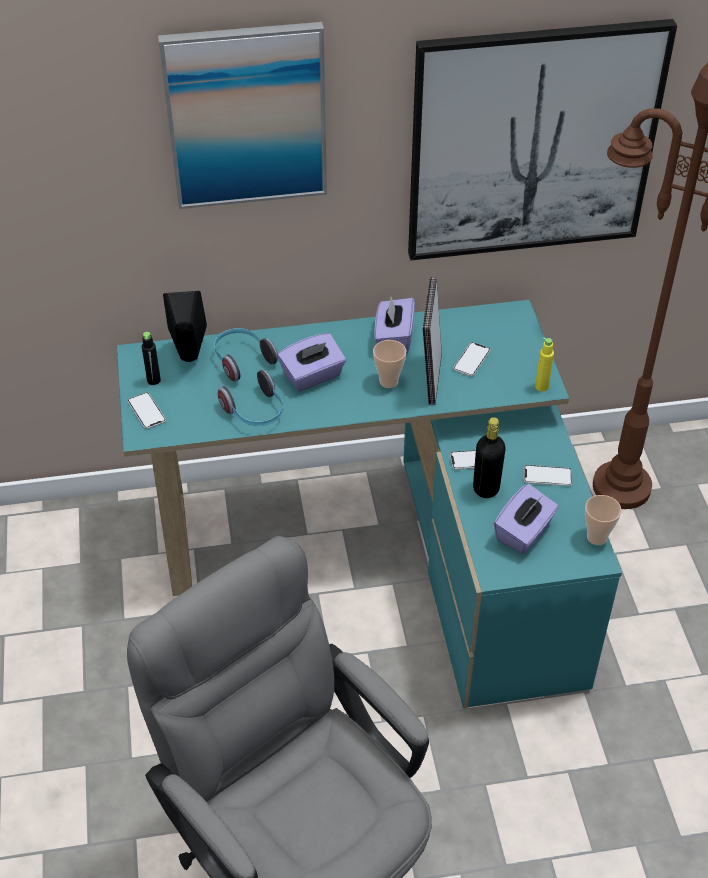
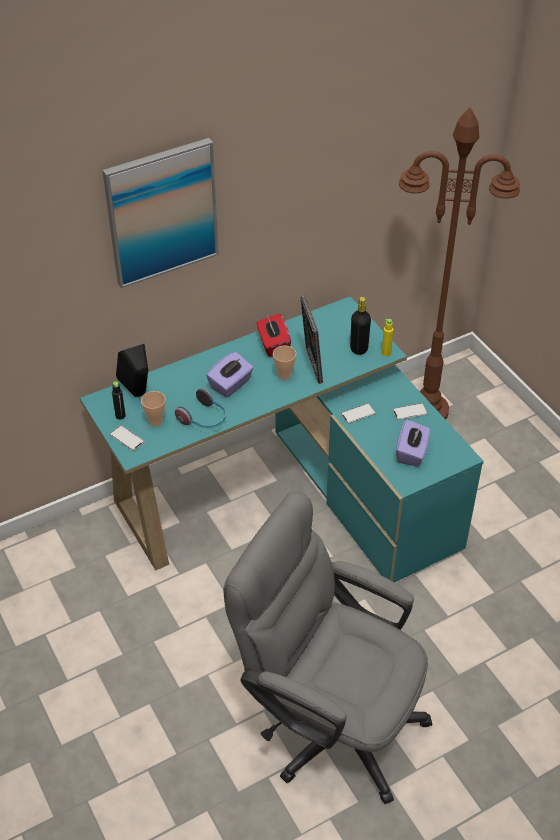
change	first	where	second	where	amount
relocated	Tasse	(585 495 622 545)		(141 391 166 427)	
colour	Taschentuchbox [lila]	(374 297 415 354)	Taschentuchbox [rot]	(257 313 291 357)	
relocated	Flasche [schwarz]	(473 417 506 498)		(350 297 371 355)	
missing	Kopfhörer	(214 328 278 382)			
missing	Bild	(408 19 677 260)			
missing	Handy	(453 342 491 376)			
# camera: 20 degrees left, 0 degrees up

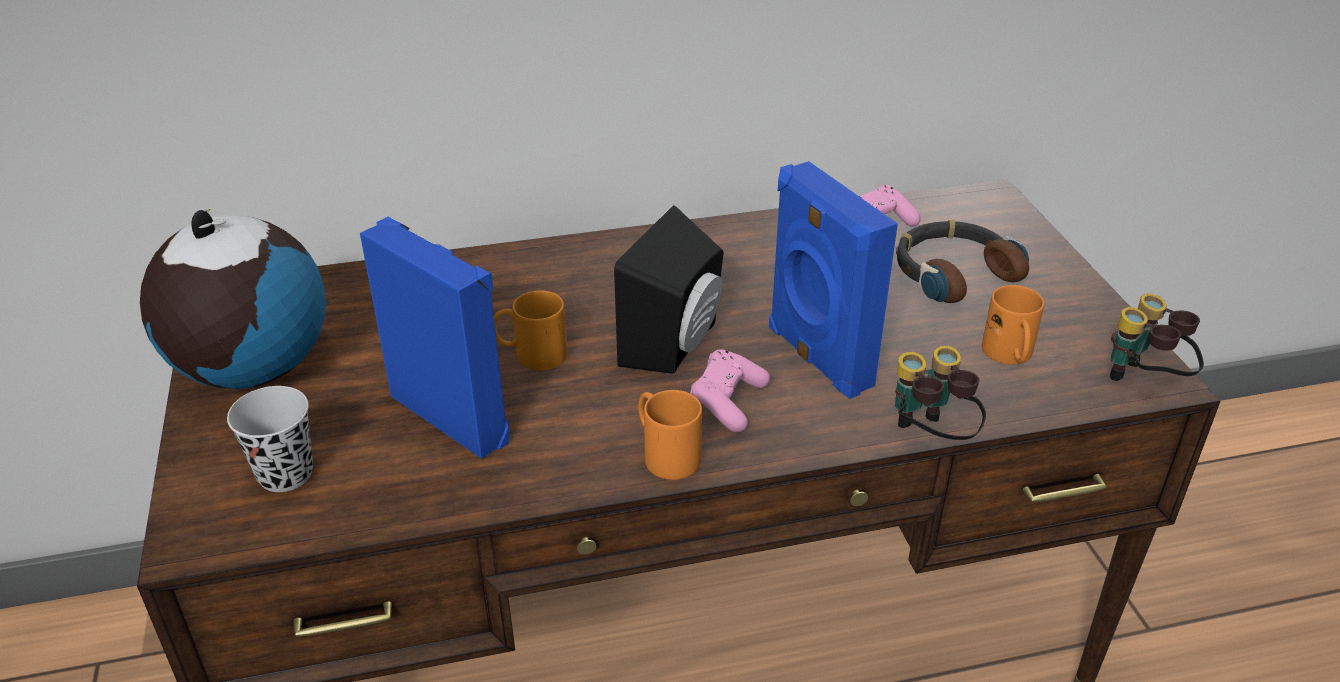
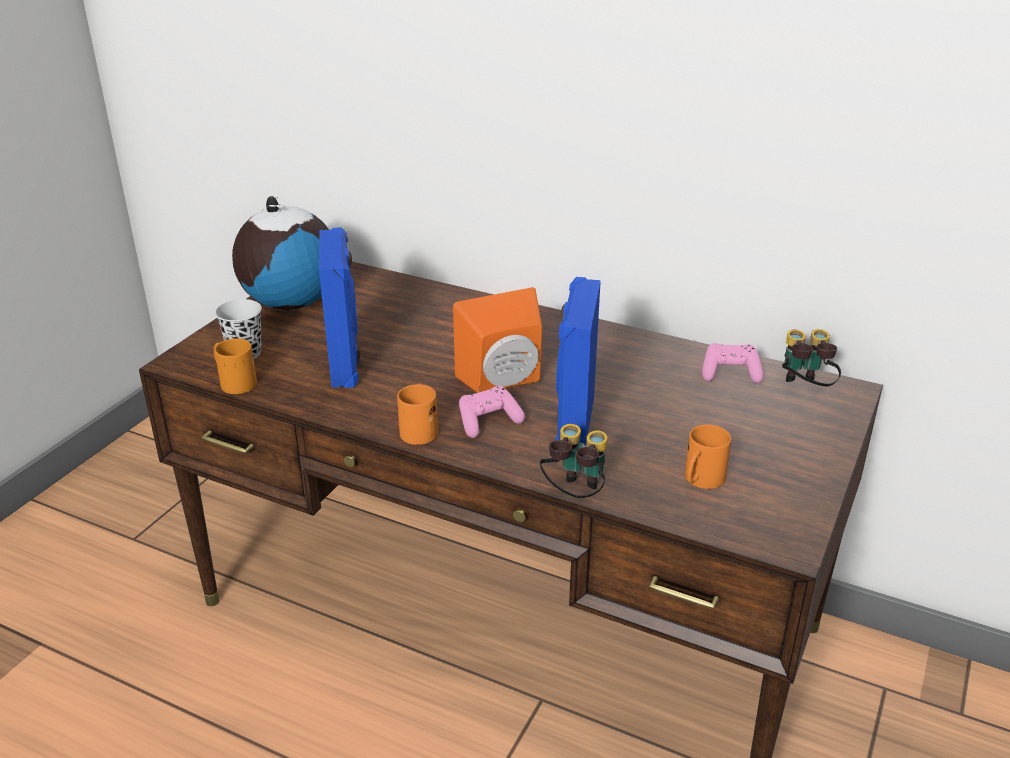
change	first	where	second	where	amount
relocated	Henkelbecher [orange]	(494 290 567 371)		(214 338 257 394)	
colour	Lautsprecher [schwarz]	(614 205 724 374)	Lautsprecher [orange]	(453 287 542 393)	
relocated	Fernglas	(1110 293 1204 381)		(782 329 841 386)	
missing	Kopfhörer	(896 220 1029 303)			
# camera: 40 degrees right, 5 degrees down

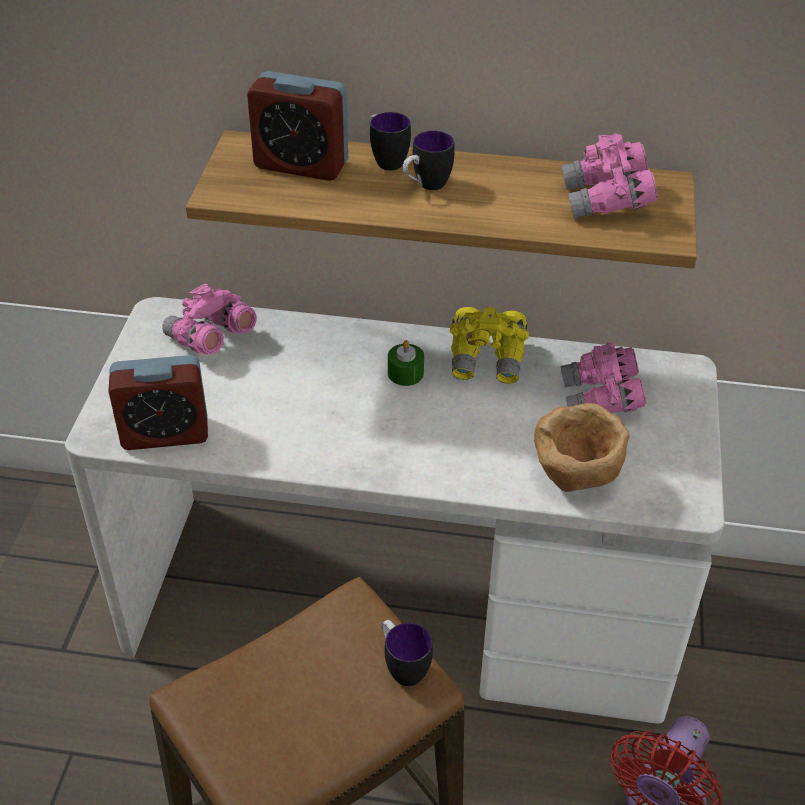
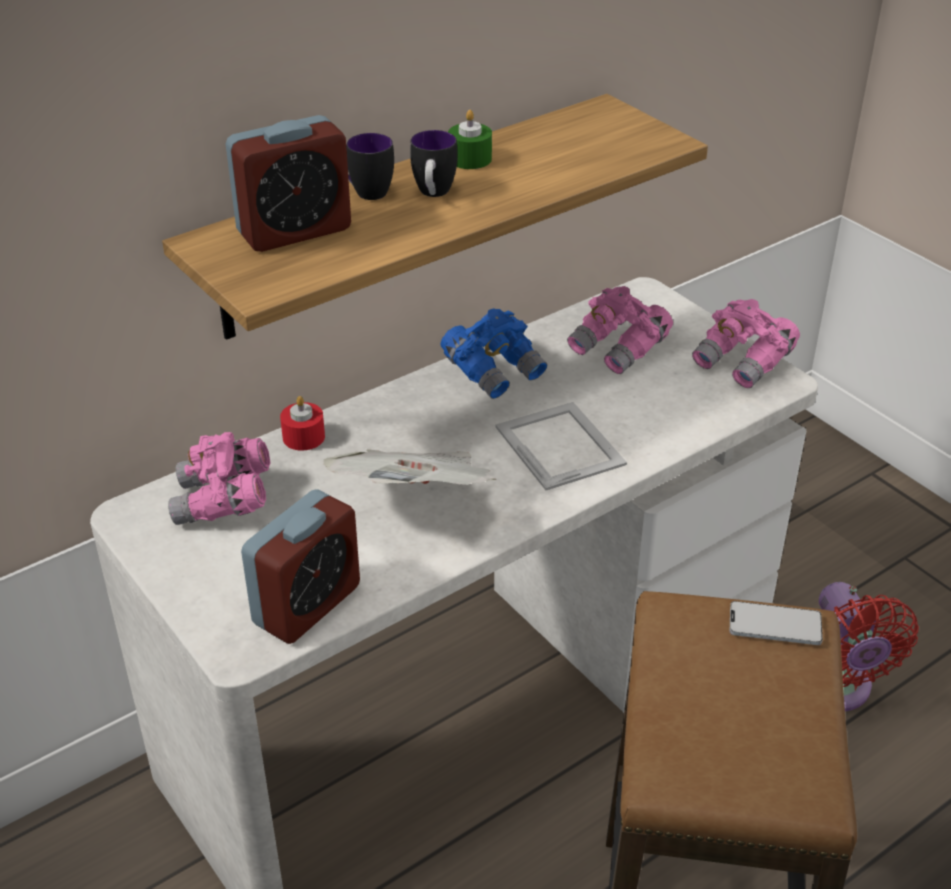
change	first	where	second	where	amount
appeared			Kerze [rot]	(280 396 325 451)	
appeared			Zeitung	(323 449 496 485)	
colour	Fernglas [gelb]	(449 307 529 384)	Fernglas [blau]	(440 308 547 399)	
relocated	Kerze [grün]	(388 340 424 386)		(448 110 492 169)	
appeared			Bilderrahmen	(495 402 627 490)	
relocated	Fernglas [rosa]	(561 133 658 218)		(692 299 800 388)	
exchanged	Henkelbecher	(382 620 433 686)	Handy	(730 601 823 645)	
missing	Schüssel [braun]	(534 403 630 492)			
# camera: 45 degrees left, 5 degrees down

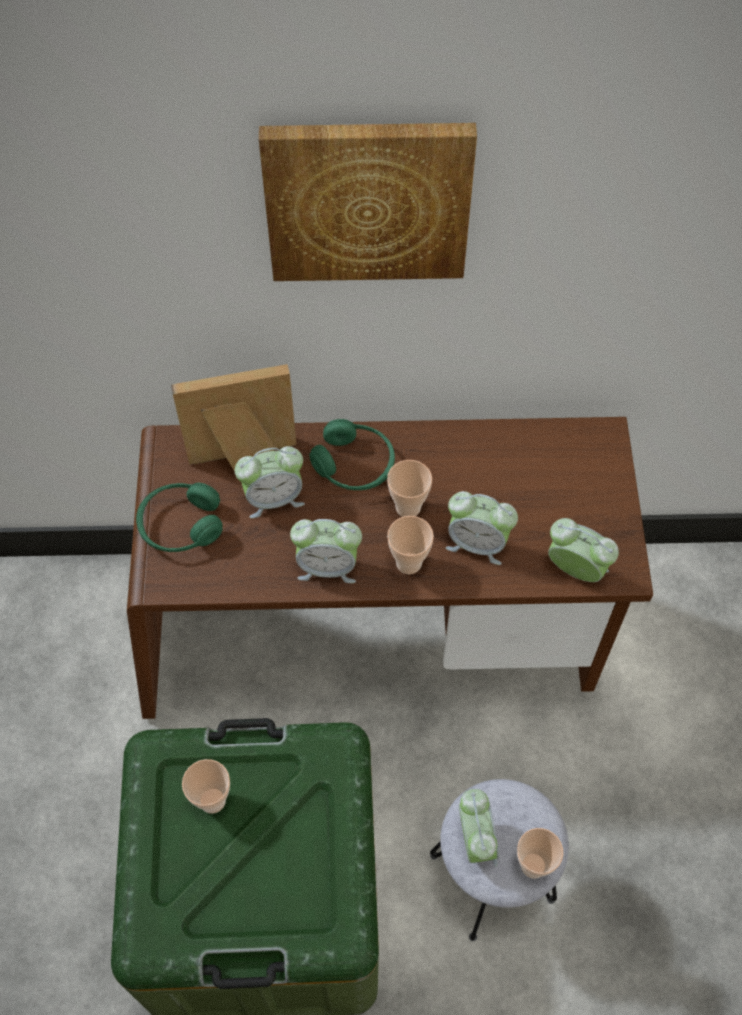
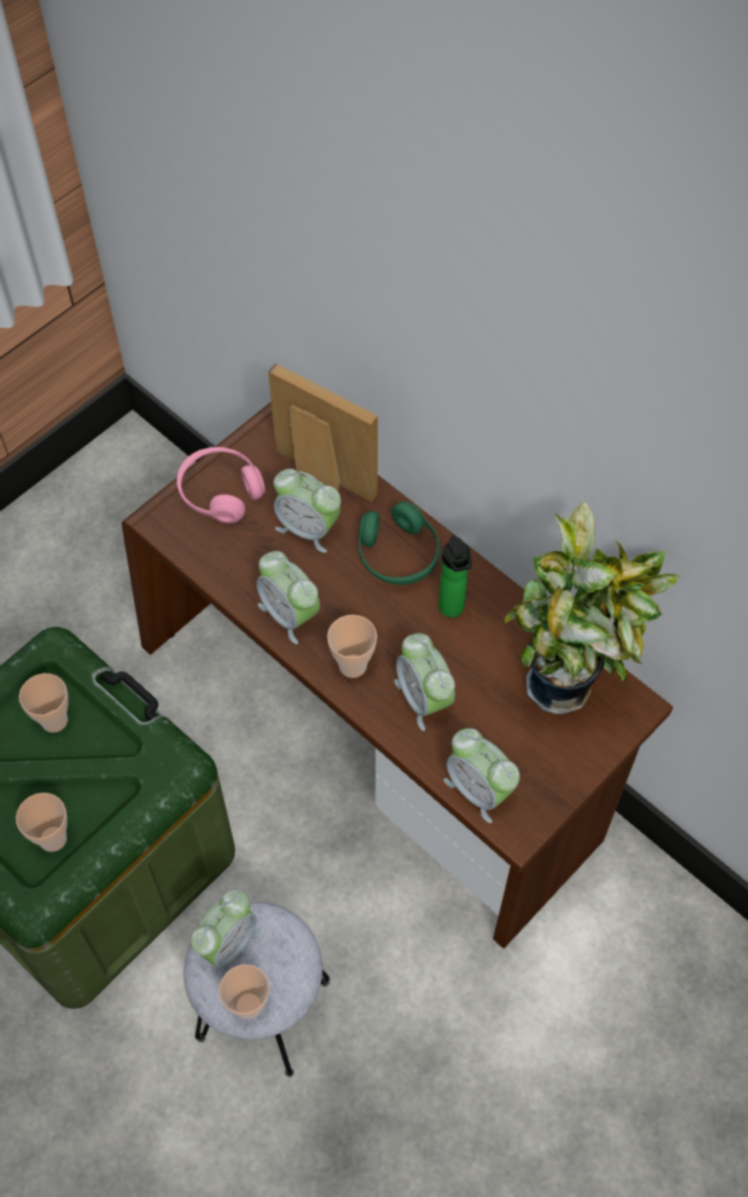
change	first	where	second	where	amount
relocated	Tasse	(387 460 432 517)		(16 793 67 852)	
colour	Kopfhörer [grün]	(136 483 223 552)	Kopfhörer [rosa]	(177 447 265 523)	
appeared			Flasche	(438 535 472 618)	
spun	Wecker	(548 518 619 582)		(443 728 520 823)	150 degrees clockwise
appeared			Topfpflanze	(505 502 680 714)	
missing	Bild	(259 123 477 281)			
# camera: 45 degrees right, 0 degrees up

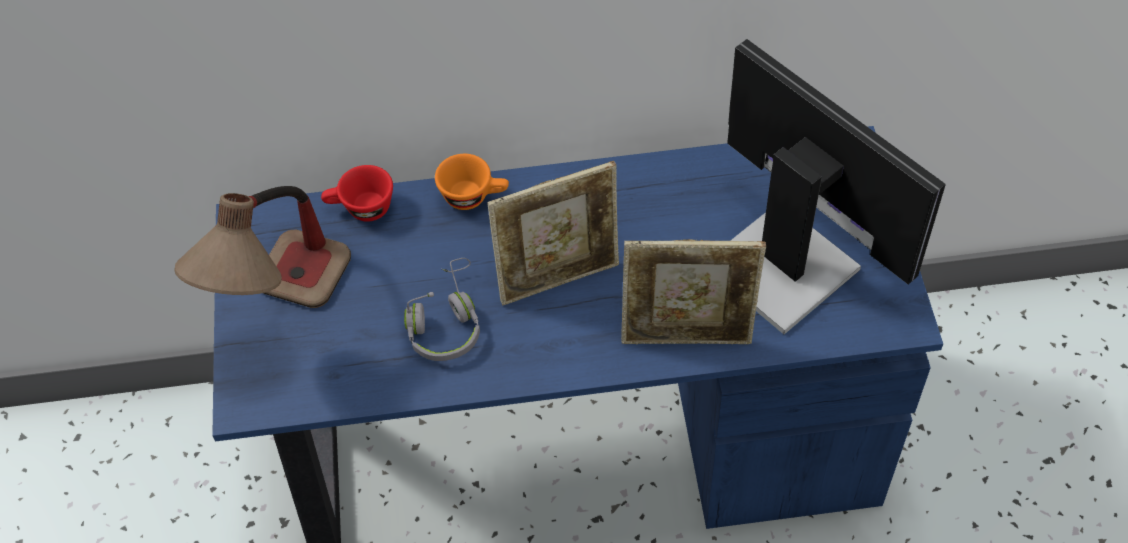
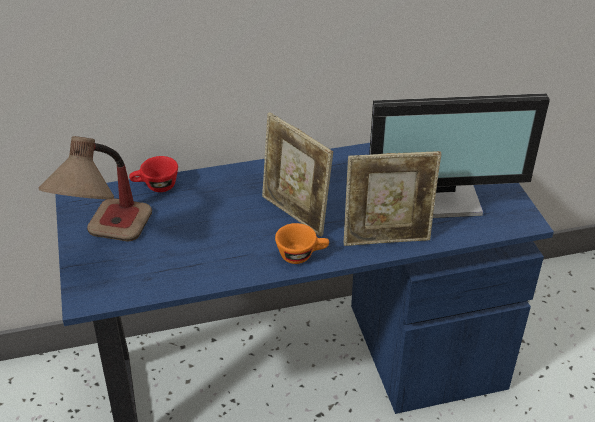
change	first	where	second	where	amount
spun	Bilderrahmen	(487 161 619 305)		(262 112 333 237)	75 degrees clockwise
relocated	Tasse [orange]	(435 154 509 210)		(275 223 329 264)	
spun	Monitor	(727 39 946 334)		(369 93 550 218)	135 degrees clockwise
missing	Kopfhörer [grau]	(404 258 480 361)			
# camera: 10 degrees left, 15 degrees down

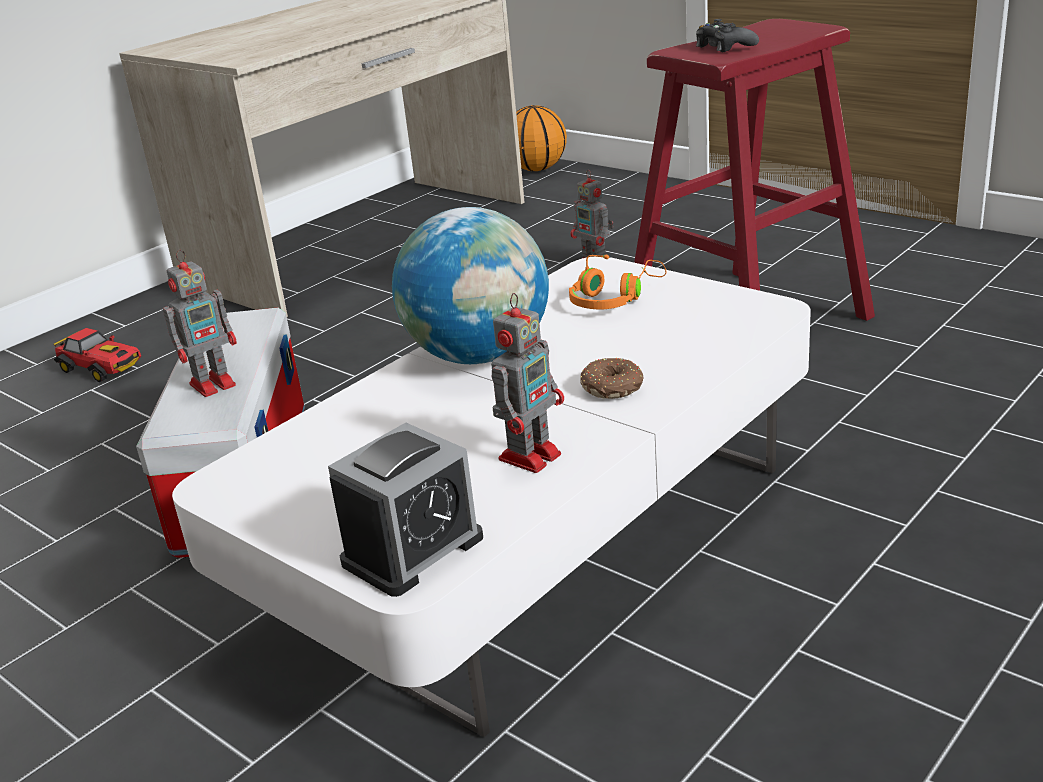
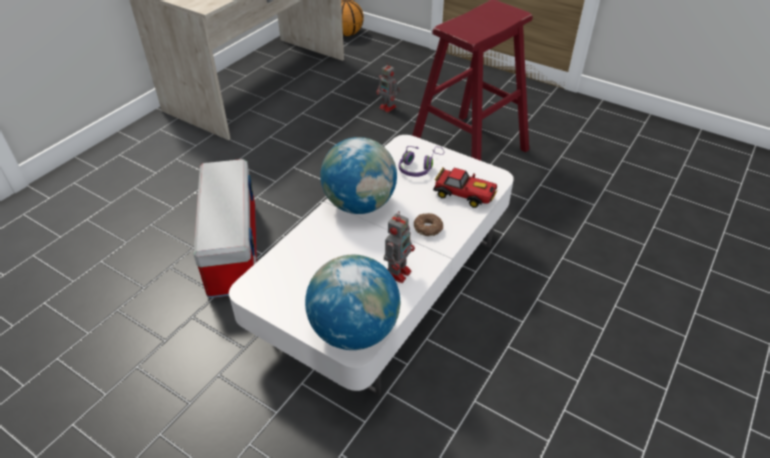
change	first	where	second	where	amount
exchanged	Wecker	(328 423 483 597)	Globus	(305 255 400 350)	
colour	Kopfhörer [orange]	(569 255 666 309)	Kopfhörer [lila]	(399 146 444 177)	
relocated	Spielzeugauto	(54 328 141 382)		(433 168 497 208)	
missing	Spielzeugroboter	(163 250 237 397)			
missing	Gamepad [schwarz]	(696 19 759 52)			
# camera: 10 degrees left, 15 degrees up

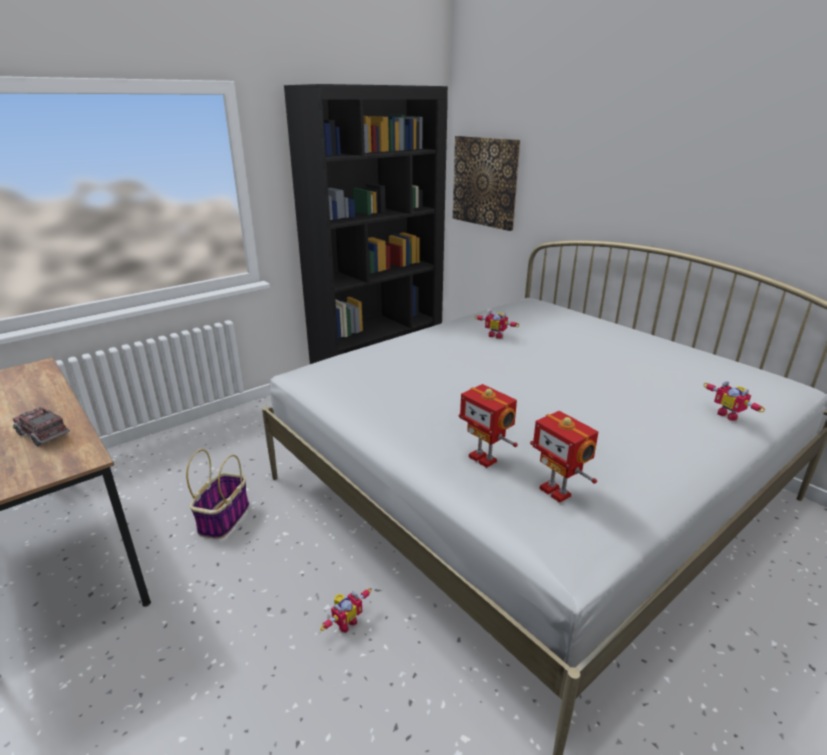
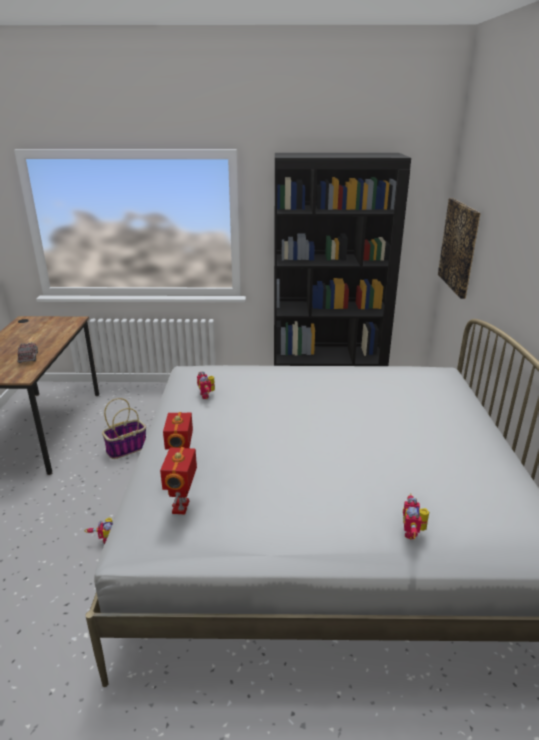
change	first	where	second	where	amount
relocated	Spielzeugroboter	(475 310 519 339)		(197 371 215 399)	
# camera: 40 degrees right, 0 degrees up

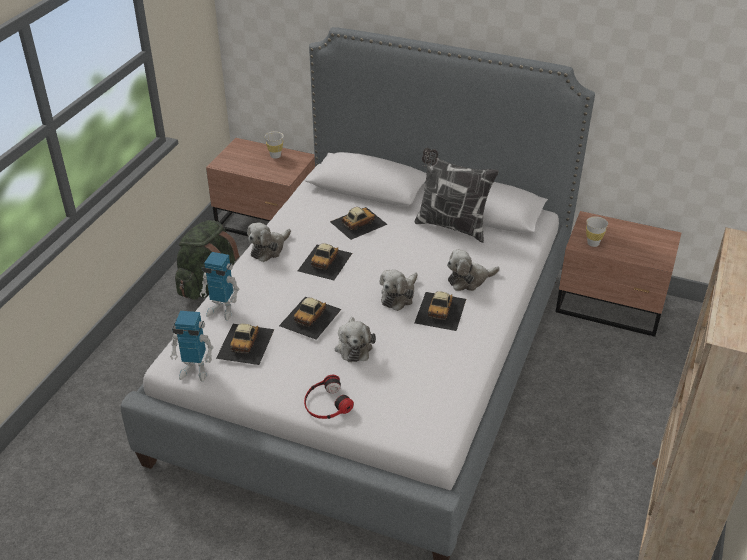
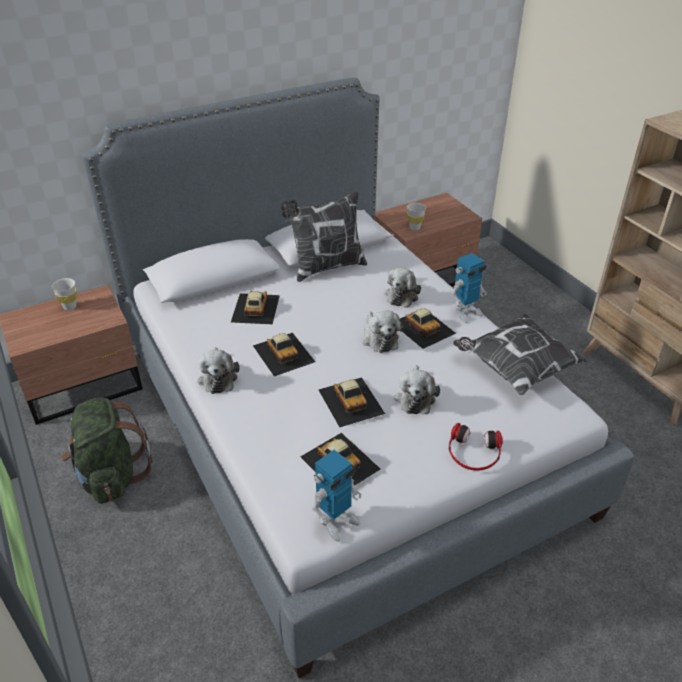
change	first	where	second	where	amount
spun	Plüschtier	(335 317 376 362)		(394 365 440 414)	60 degrees clockwise
relocated	Spielzeugroboter	(200 252 239 321)		(451 253 487 323)	
appeared			Kissen	(453 314 589 395)	
# camera: 50 degrees left, 0 degrees up

